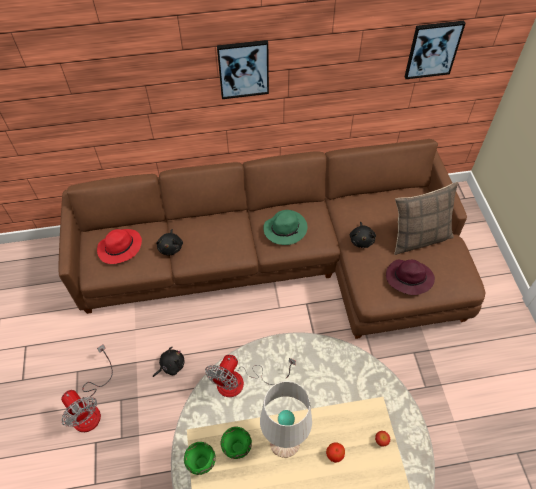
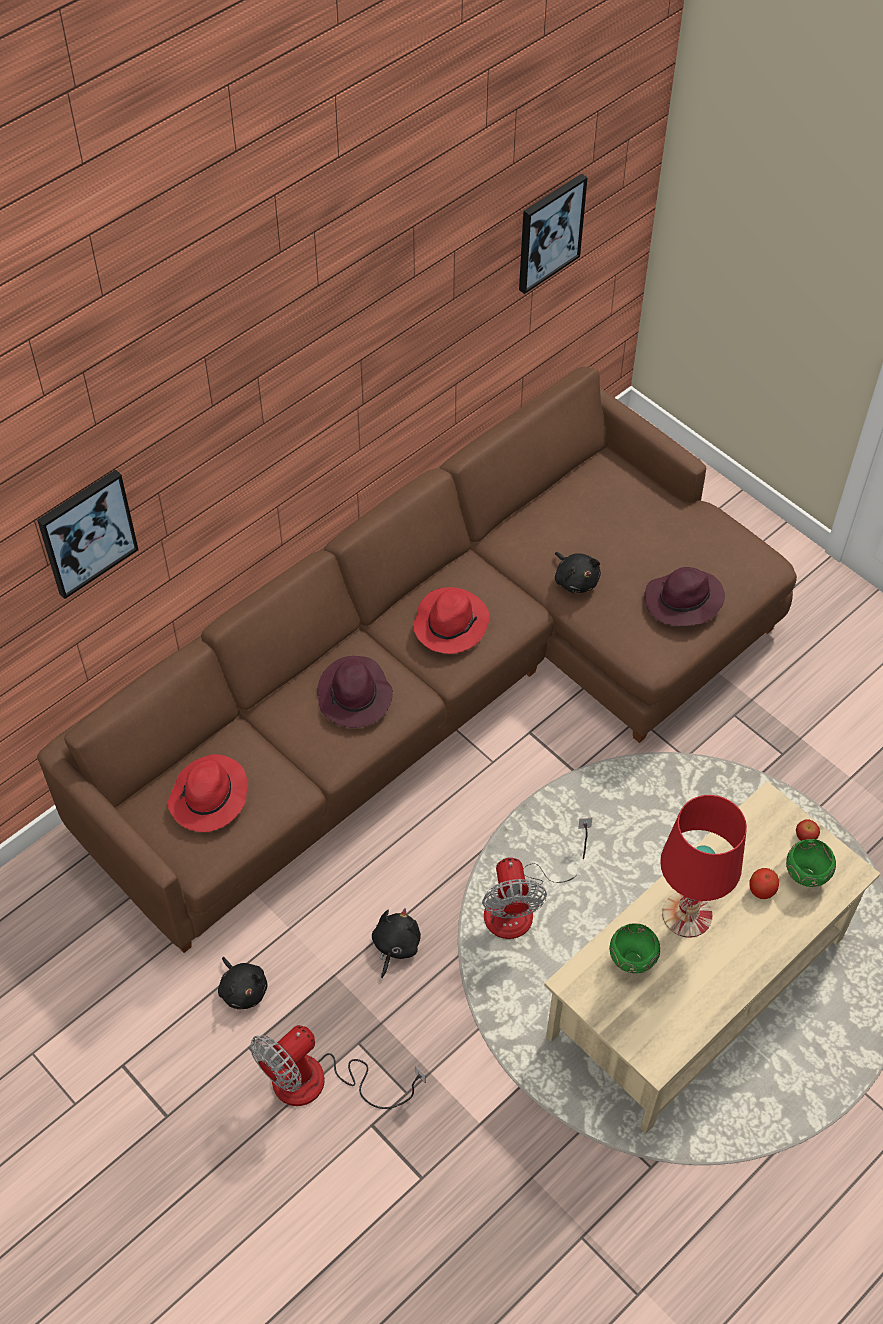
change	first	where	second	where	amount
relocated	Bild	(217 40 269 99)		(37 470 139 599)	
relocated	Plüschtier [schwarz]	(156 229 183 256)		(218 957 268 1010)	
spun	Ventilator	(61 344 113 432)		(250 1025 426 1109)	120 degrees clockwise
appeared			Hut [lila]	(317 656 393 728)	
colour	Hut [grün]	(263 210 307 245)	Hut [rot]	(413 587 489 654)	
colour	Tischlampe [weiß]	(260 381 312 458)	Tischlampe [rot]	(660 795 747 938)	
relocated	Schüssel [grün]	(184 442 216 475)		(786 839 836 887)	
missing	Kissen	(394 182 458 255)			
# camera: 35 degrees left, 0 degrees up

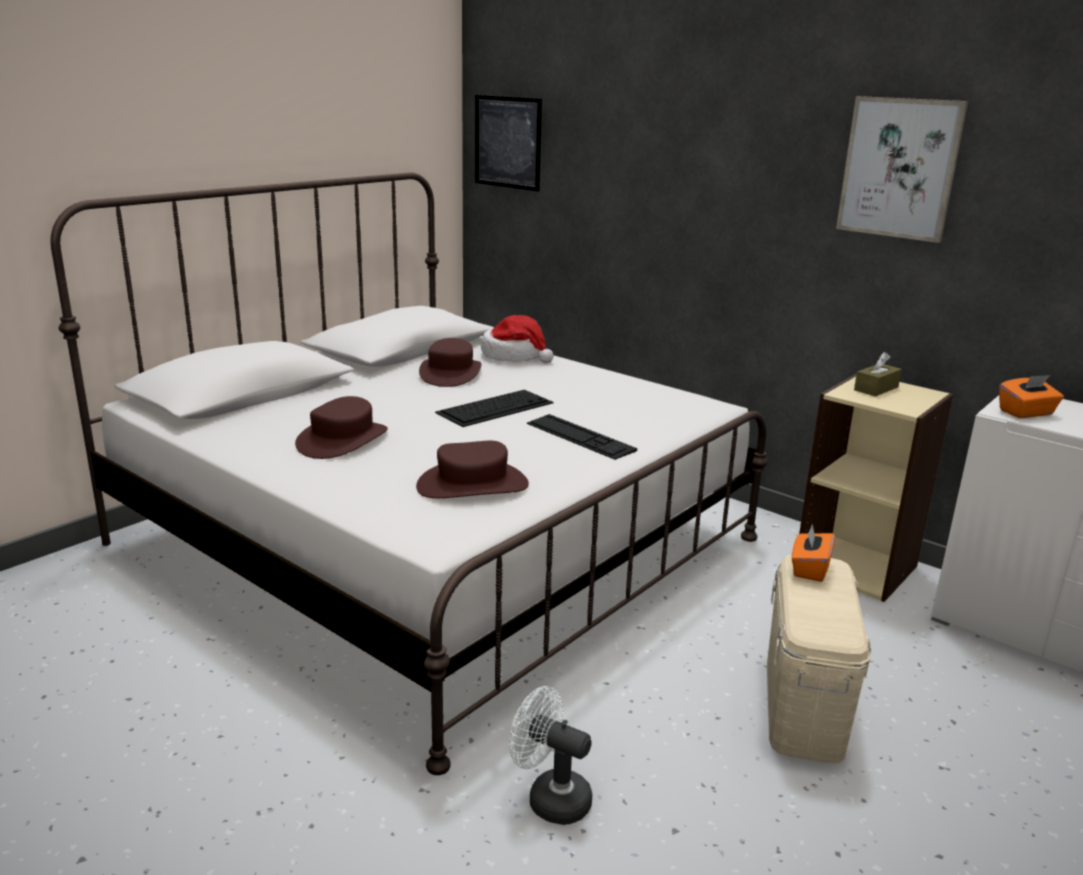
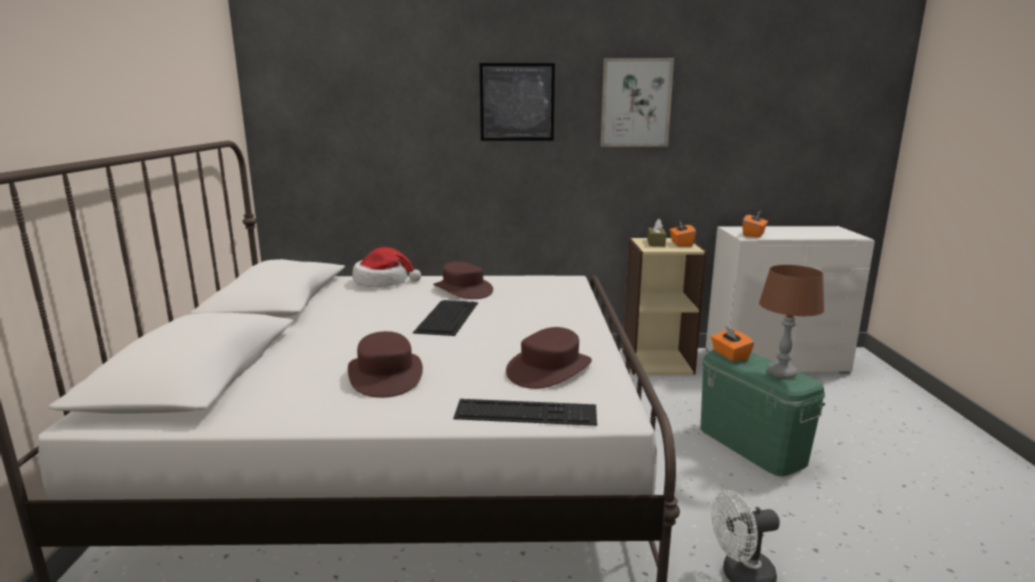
change	first	where	second	where	amount
relocated	Hut [braun]	(419 338 481 387)		(433 262 493 299)	
relocated	Tastatur	(527 414 637 460)		(453 399 597 426)	
relocated	Bild	(475 95 542 191)		(480 63 555 141)	
appeared			Taschentuchbox [orange]	(670 220 696 246)	
colour	Aufbewahrungsbox [beige]	(767 554 871 763)	Aufbewahrungsbox [grün]	(700 349 825 476)	
appeared			Tischlampe [braun]	(759 265 825 379)	
# camera: 40 degrees left, 5 degrees down

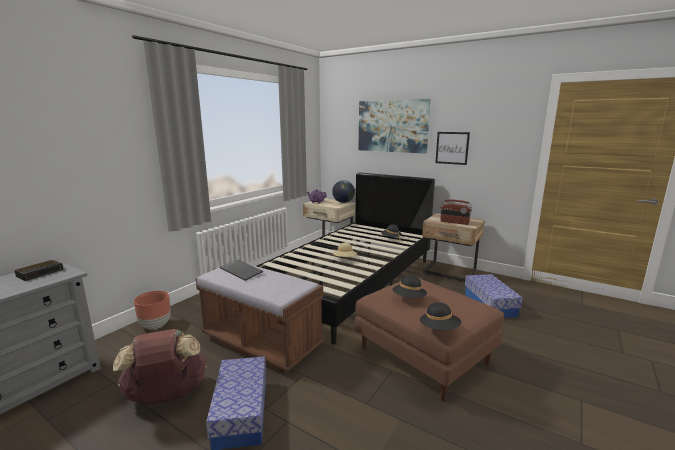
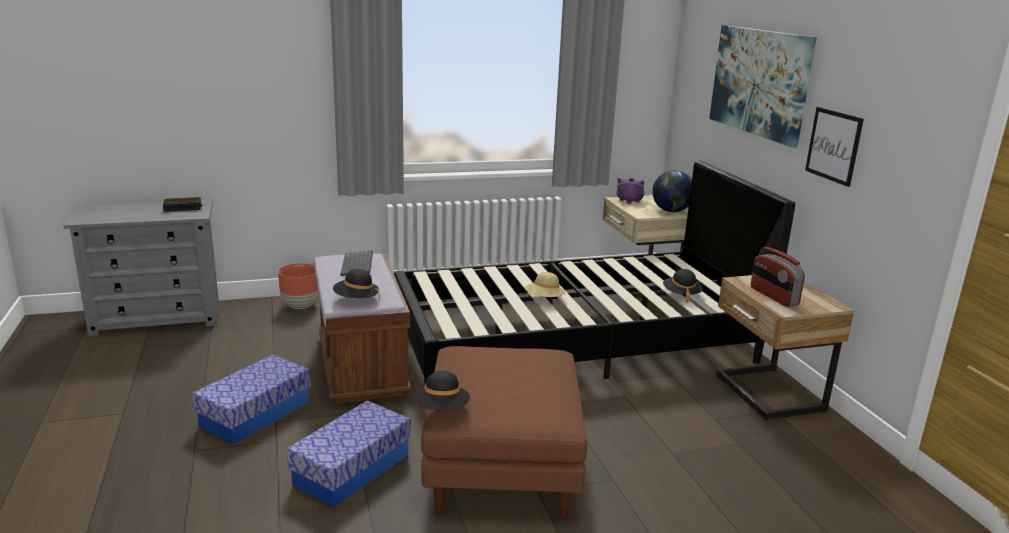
change	first	where	second	where	amount
relocated	Aufbewahrungsbox	(465 274 523 318)		(287 400 411 508)	
relocated	Hut [schwarz]	(392 276 427 298)		(333 269 380 300)	
missing	Rucksack [braun]	(113 329 207 405)			
# camera: 40 degrees right, 5 degrees up

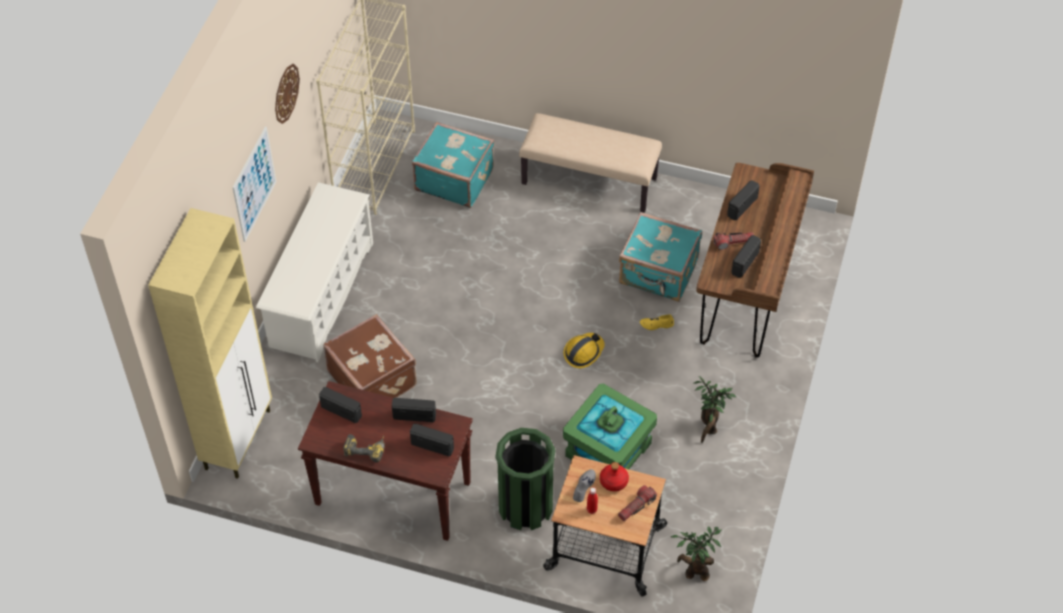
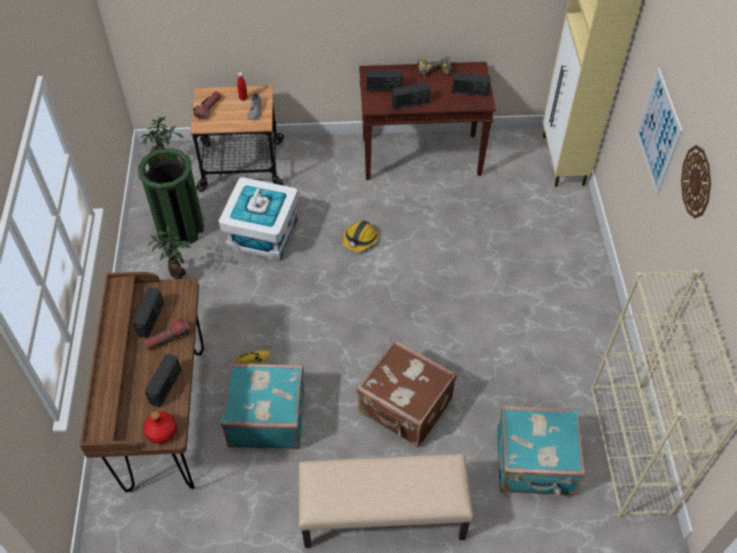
change	first	where	second	where	amount
relocated	Mülleimer [grün]	(495 428 555 530)		(138 148 204 247)	
relocated	Flasche [rot]	(600 462 629 491)		(143 411 177 443)	
colour	Aufbewahrungsbox [grün]	(563 384 657 469)	Aufbewahrungsbox [weiß]	(218 177 298 261)	
relocated	Schutzhelm	(563 333 605 368)		(343 221 379 252)	
relocated	Koffer [braun]	(323 314 417 398)		(356 339 457 447)	
missing	Schuhregal [weiß]	(256 182 373 362)			
# camera: 160 degrees right, 0 degrees up

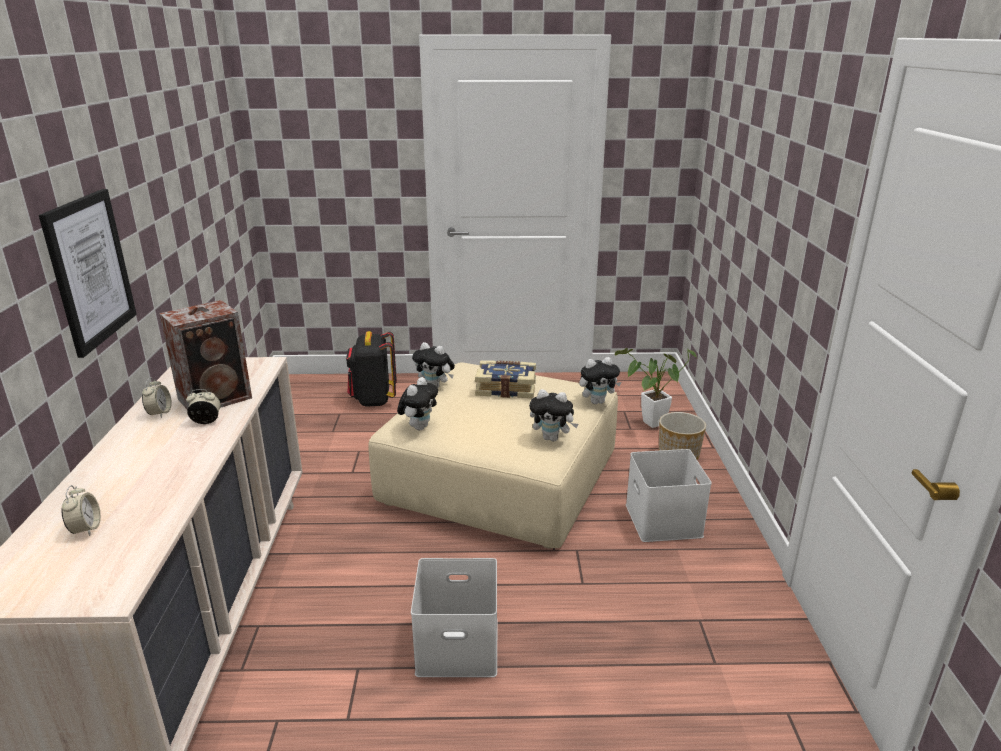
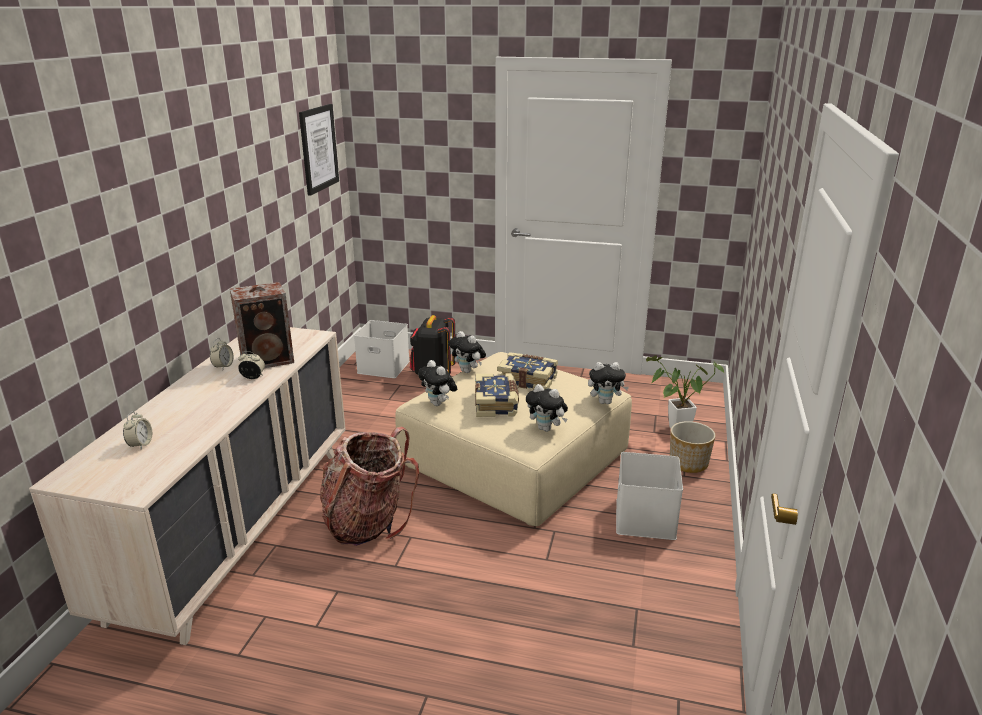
change	first	where	second	where	amount
relocated	Bild	(39 189 137 358)		(299 104 339 196)	
appeared			Rucksack	(320 427 419 546)	
relocated	Aufbewahrungsbox [weiß]	(411 558 497 677)		(354 320 410 378)	
spun	Plüschtier	(397 377 438 430)		(418 360 457 406)	105 degrees clockwise
appeared			Buch	(475 373 519 417)	
# camera: 15 degrees right, 0 degrees up

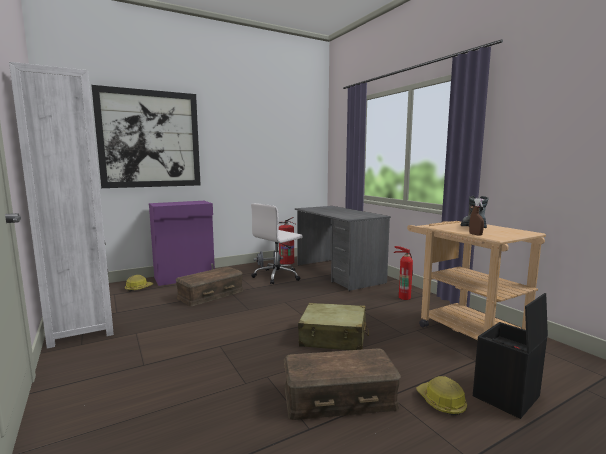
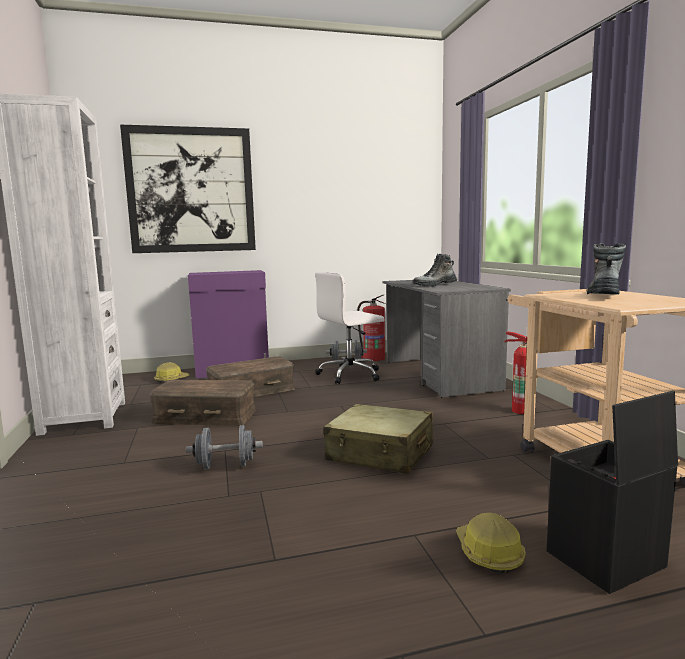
change	first	where	second	where	amount
relocated	Aufbewahrungsbox [braun]	(284 349 401 420)		(149 380 256 426)	
appeared			Hantel [grau]	(186 425 263 469)	
appeared			Stiefel	(413 254 457 287)	
missing	Sprühflasche [braun]	(469 198 484 236)			
# camera: 15 degrees right, 0 degrees up

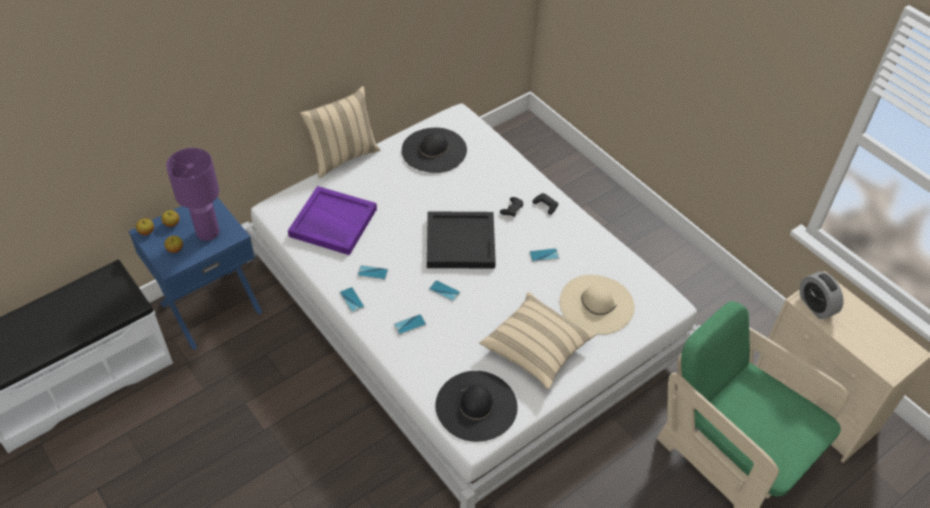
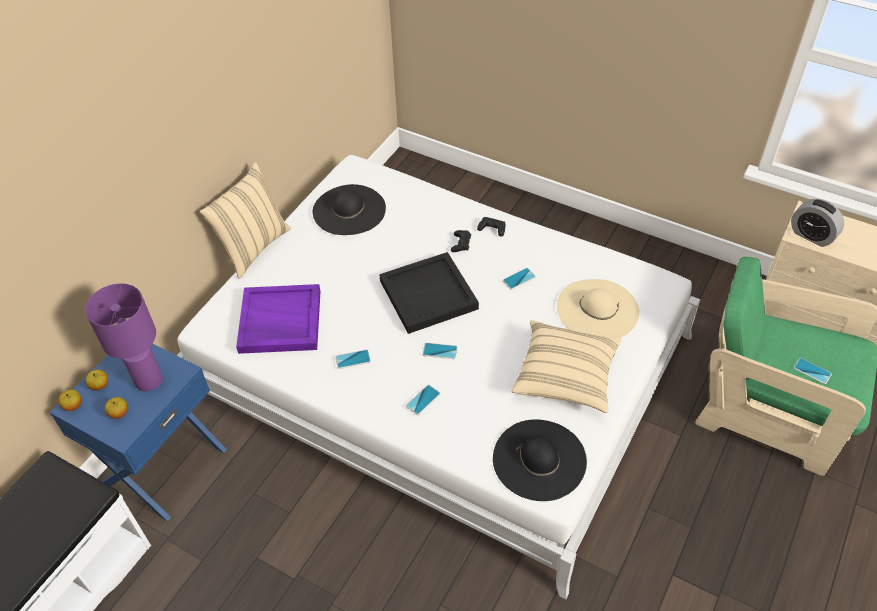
change	first	where	second	where	amount
relocated	Handy	(340 287 365 313)		(794 358 832 384)	
# camera: 20 degrees left, 0 degrees up

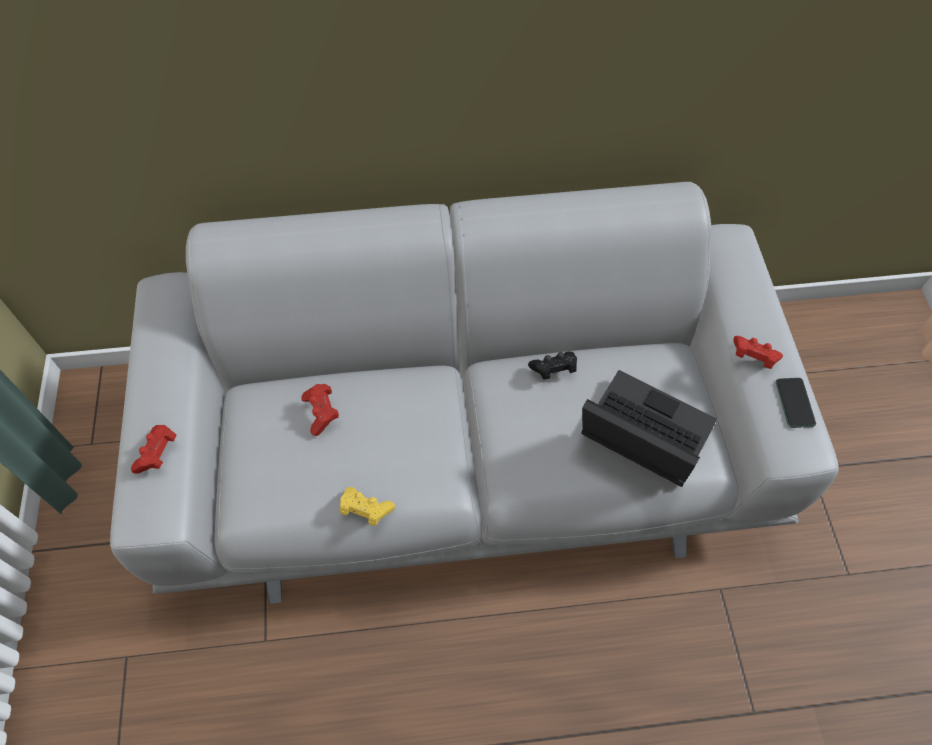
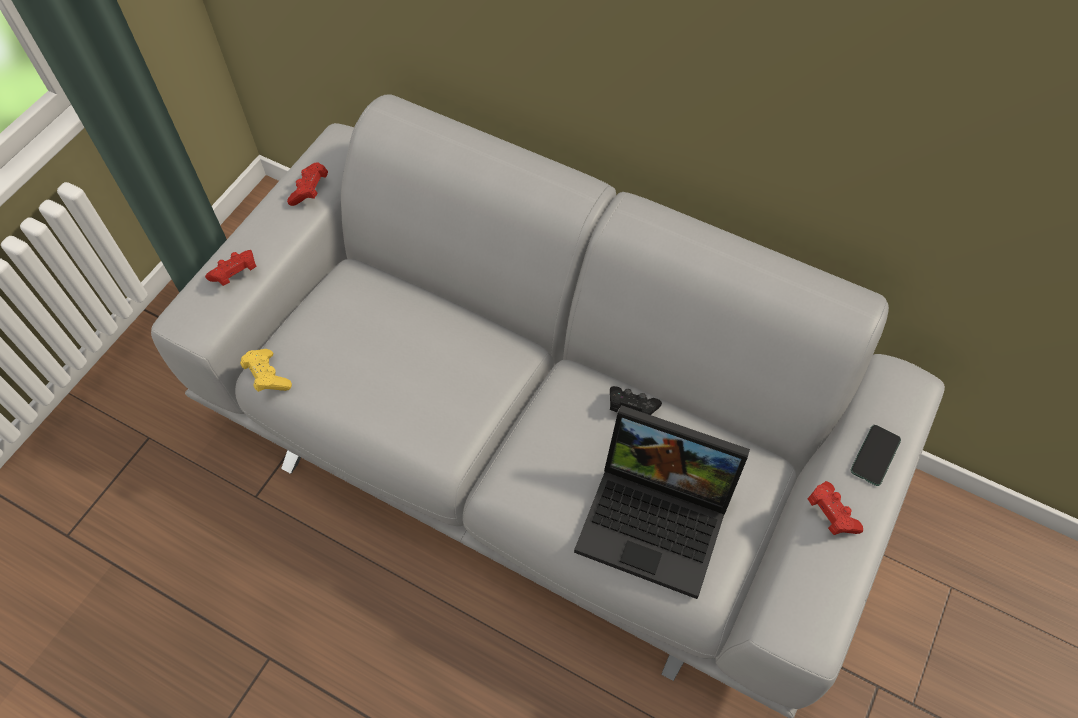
change	first	where	second	where	amount
relocated	Gamepad [gelb]	(340 487 395 526)		(240 349 292 392)	
relocated	Gamepad [rot]	(301 384 339 436)		(287 162 328 206)	
spun	Laptop	(581 370 717 487)		(574 405 750 599)	135 degrees clockwise
relocated	Handy	(776 378 816 428)		(851 425 901 486)	
# camera: 35 degrees right, 0 degrees up

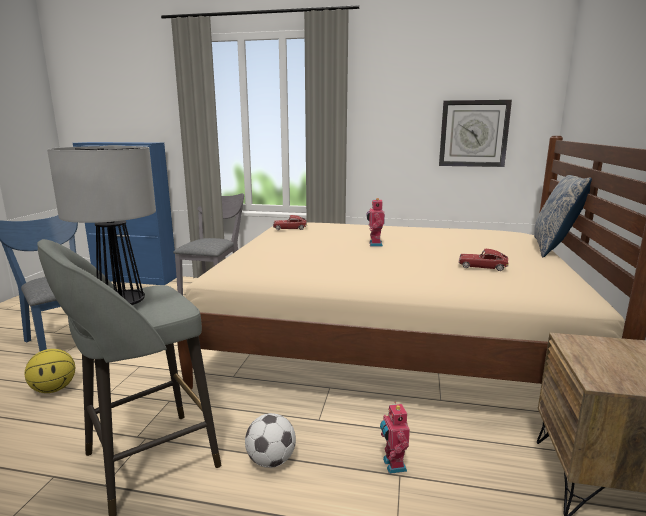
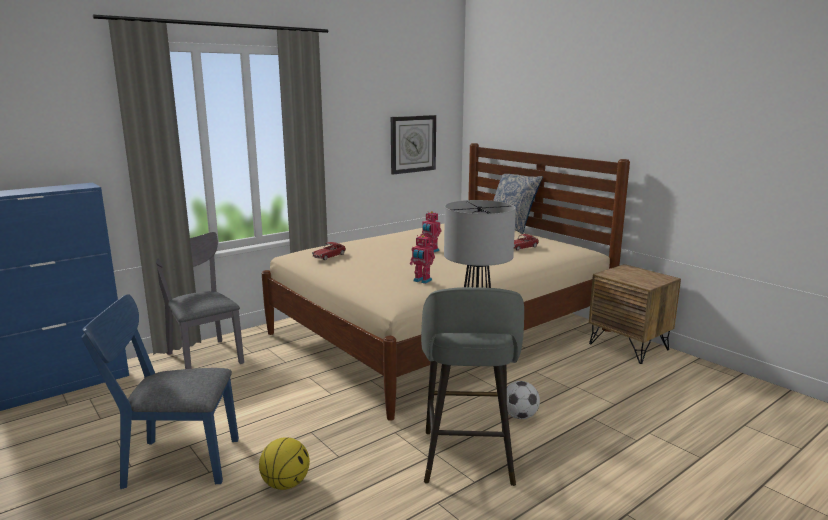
change	first	where	second	where	amount
relocated	Spielzeugroboter	(380 402 410 474)		(410 235 435 284)	
# camera: 50 degrees left, 0 degrees up

